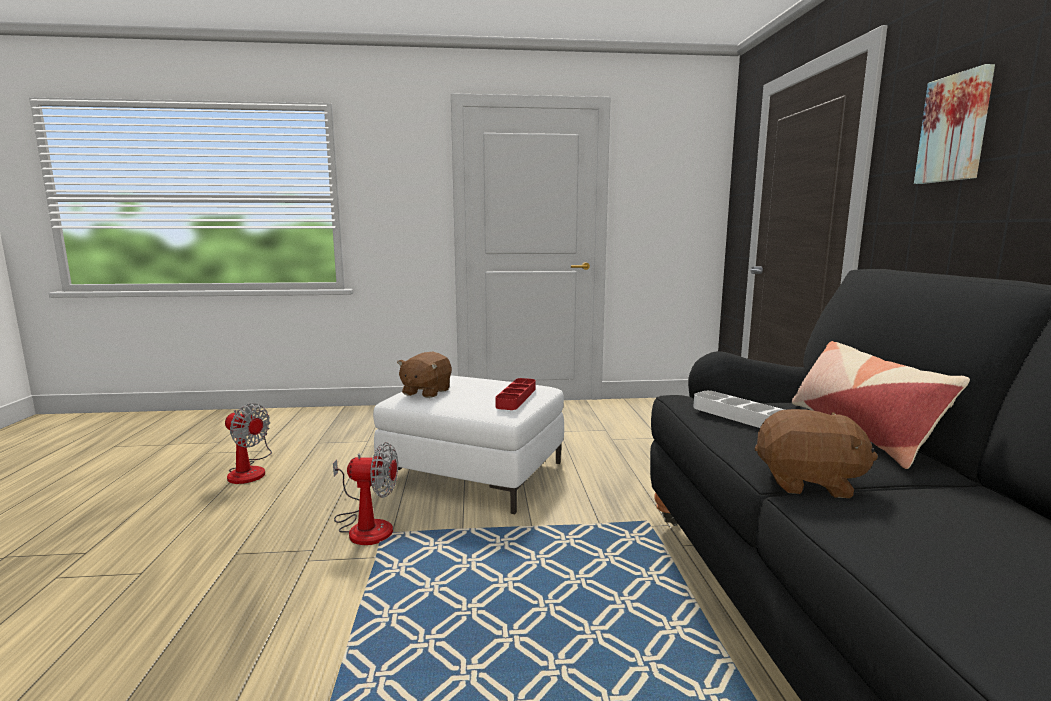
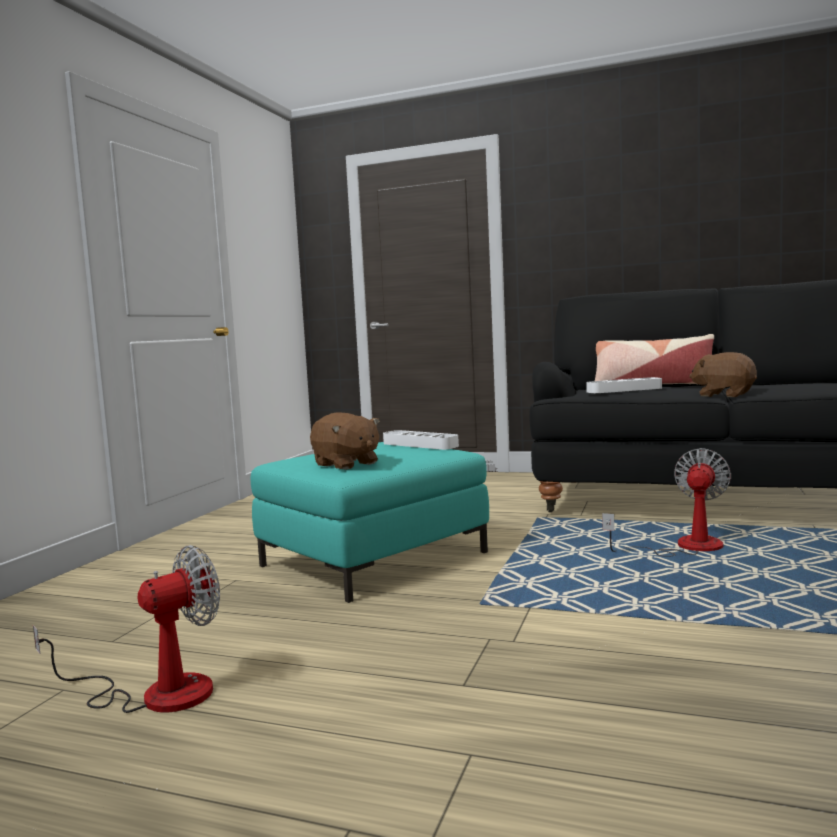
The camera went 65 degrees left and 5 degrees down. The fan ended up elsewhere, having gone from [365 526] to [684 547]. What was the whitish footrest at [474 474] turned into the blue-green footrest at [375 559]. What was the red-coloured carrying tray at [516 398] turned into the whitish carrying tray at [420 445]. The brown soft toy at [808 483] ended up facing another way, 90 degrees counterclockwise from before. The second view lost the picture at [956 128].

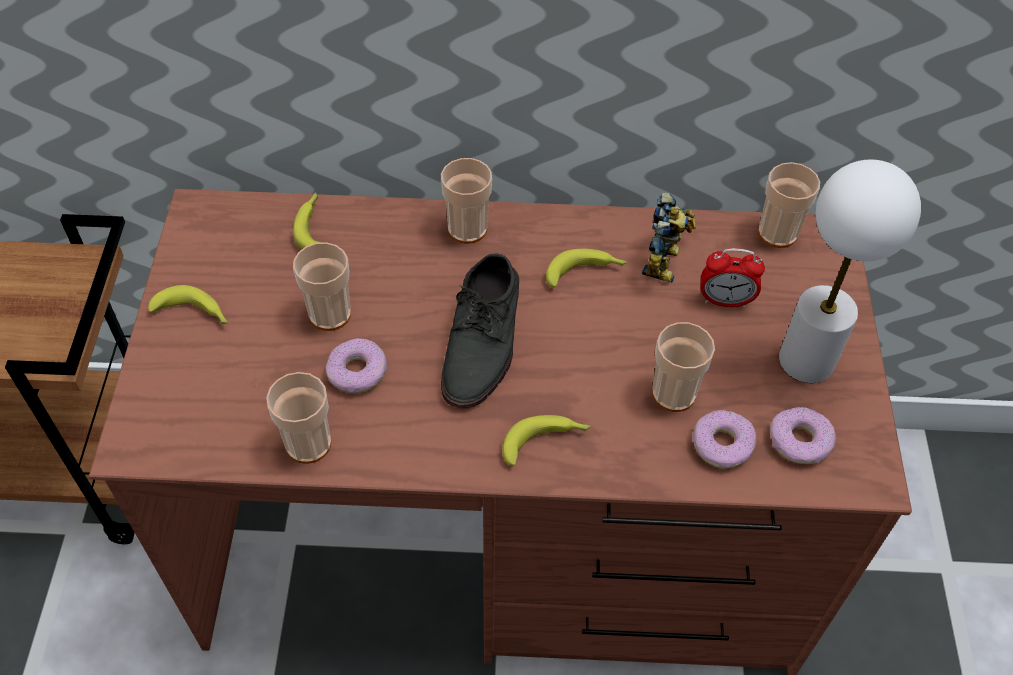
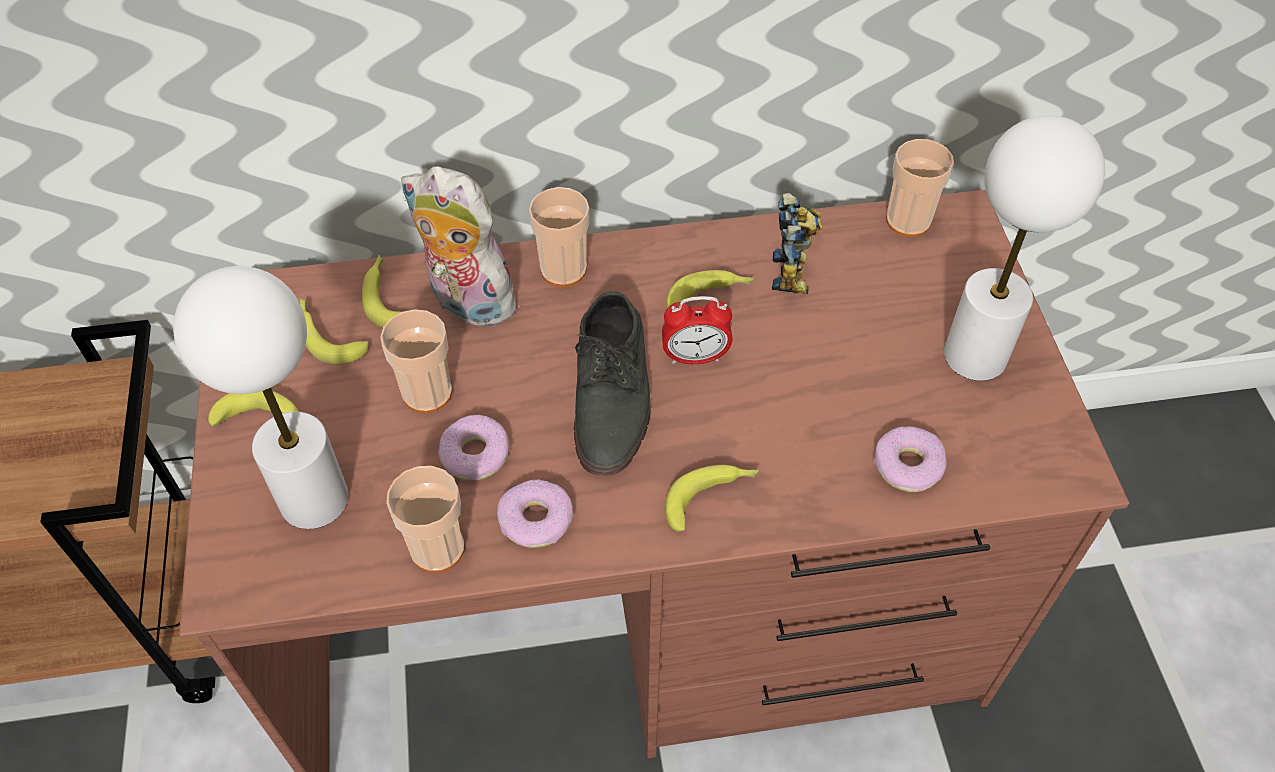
The camera went 10 degrees left and 0 degrees up. The second view lost the small cup at [673 393]. The bedside clock ended up elsewhere, having gone from [725 301] to [695 357]. The doughnut ended up elsewhere, having gone from [800 441] to [536 520]. The second view gained the whitish table lamp at [315 499]. The second view gained the banana fruit at [327 335]. The second view gained the soft toy at [466 303].

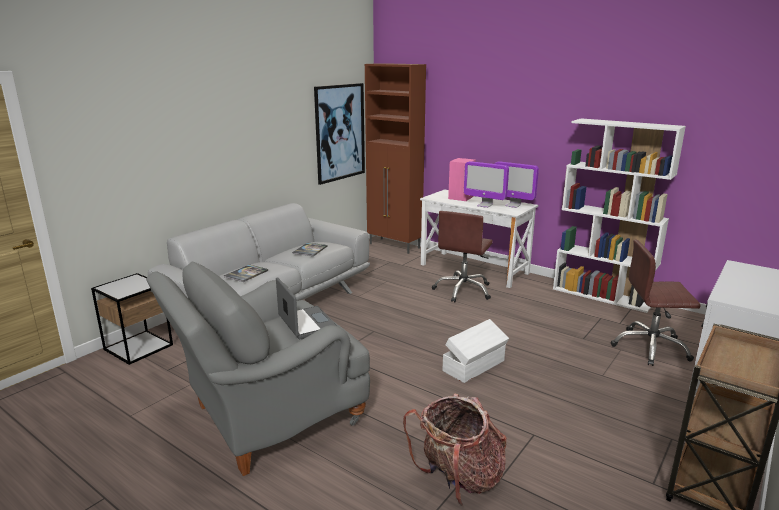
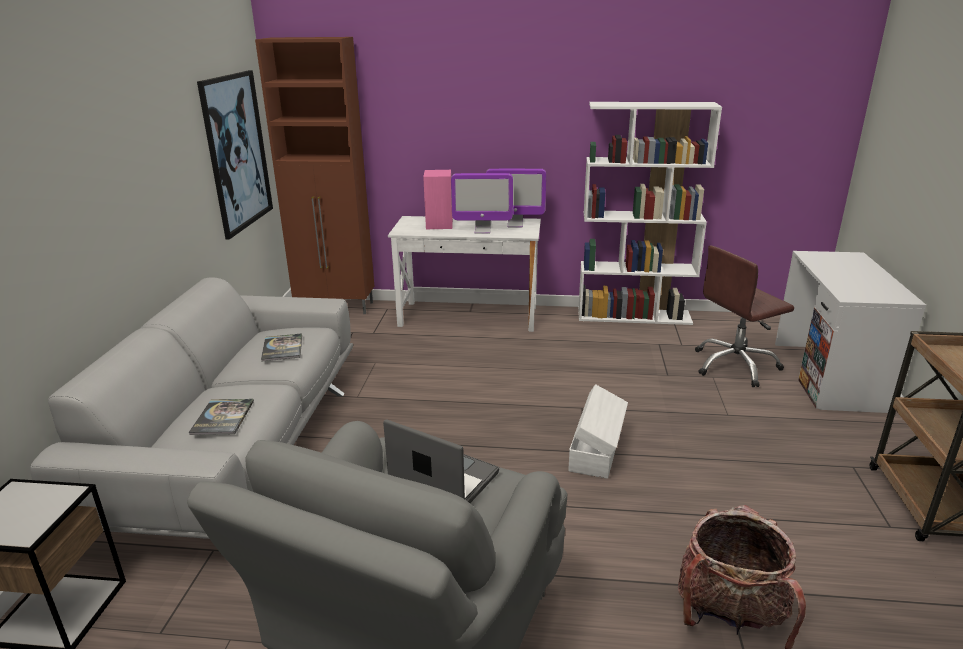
The camera went 30 degrees left and 5 degrees up. The second view lost the brown office chair at [463 290].

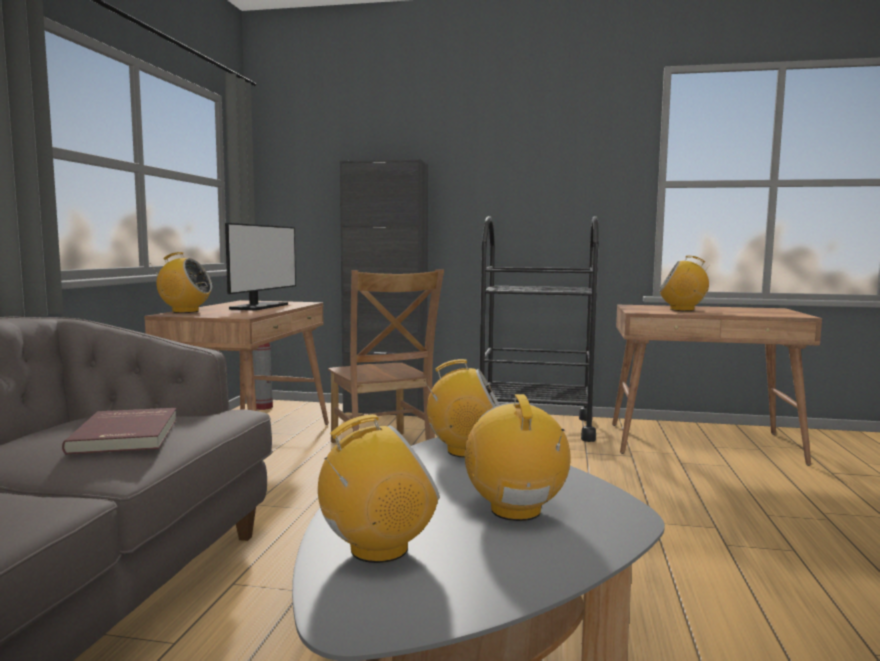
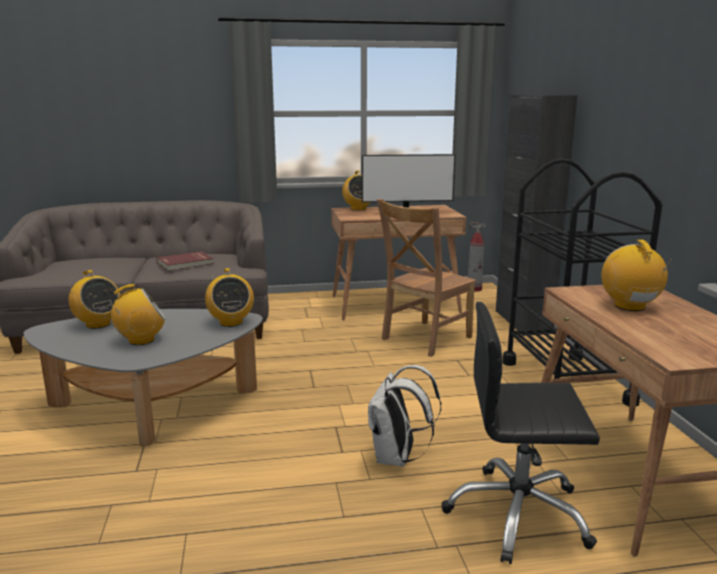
The camera went 70 degrees right and 10 degrees up. The second view gained the whitish knapsack at [397 458]. The second view gained the black office chair at [517 514].

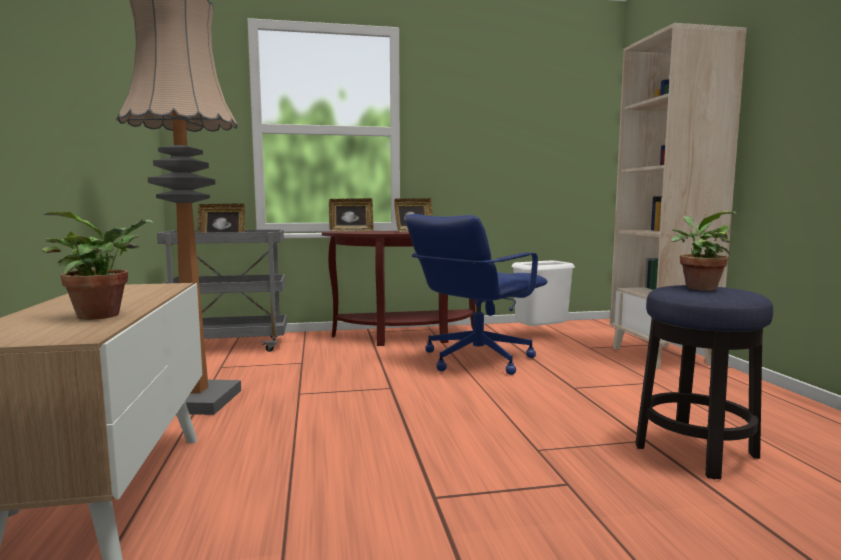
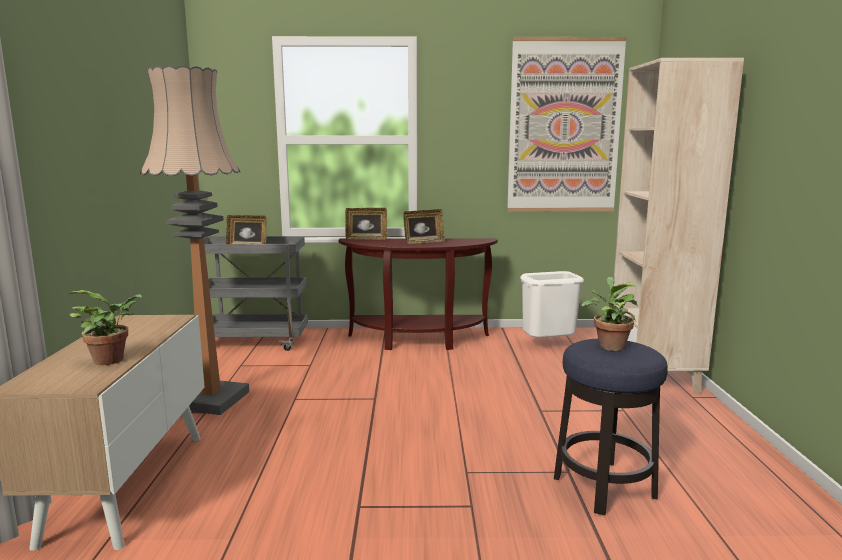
The camera went 10 degrees right and 5 degrees up. The second view lost the blue-coloured office chair at [475 359]. The second view gained the picture at [564 126].

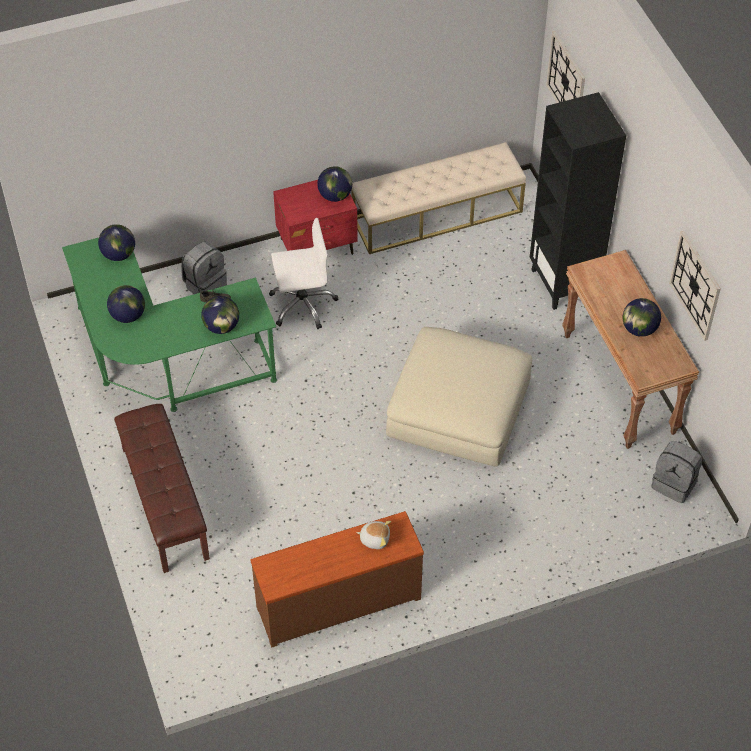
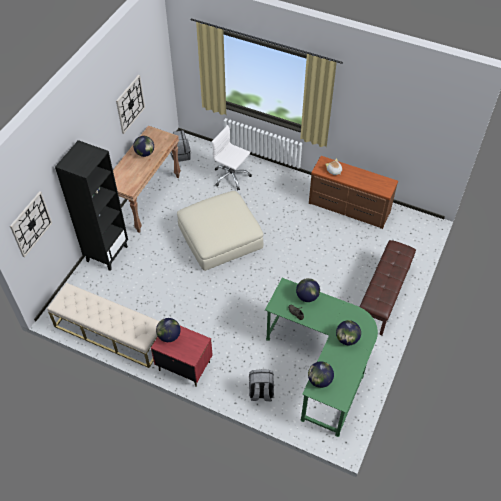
The camera went 135 degrees left and 0 degrees up. The whitish office chair ended up elsewhere, having gone from [302 304] to [231 177].

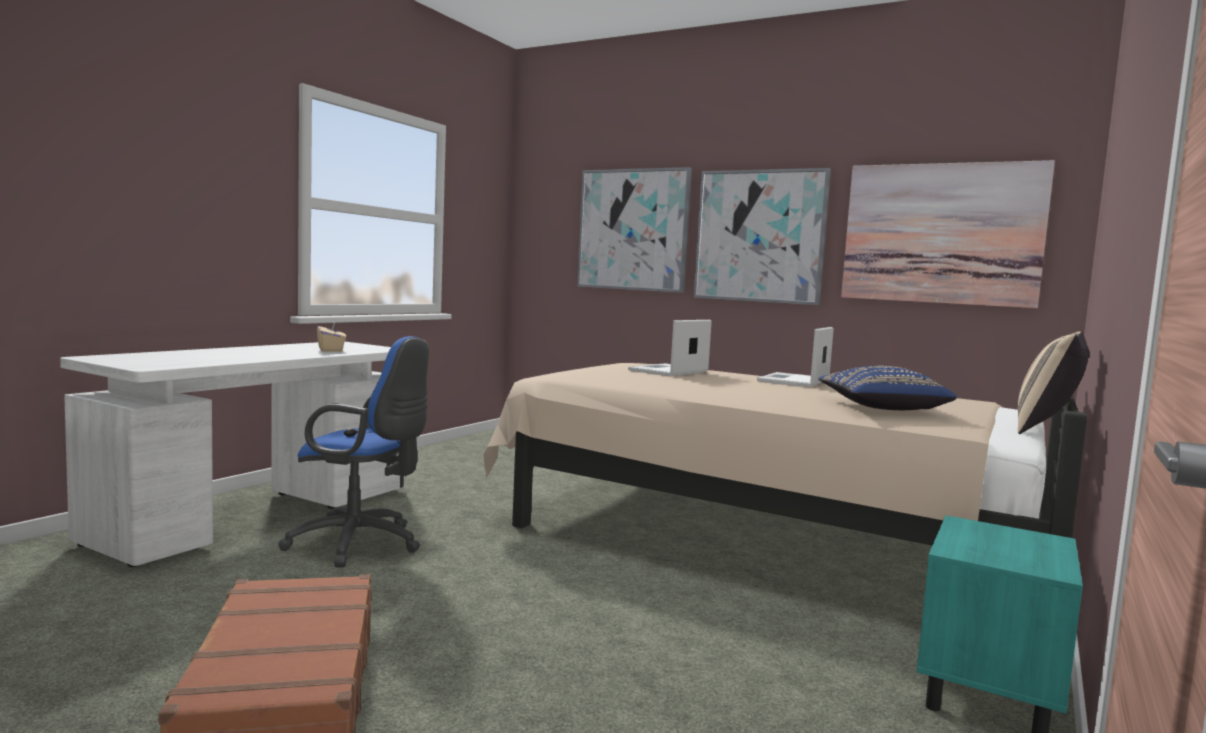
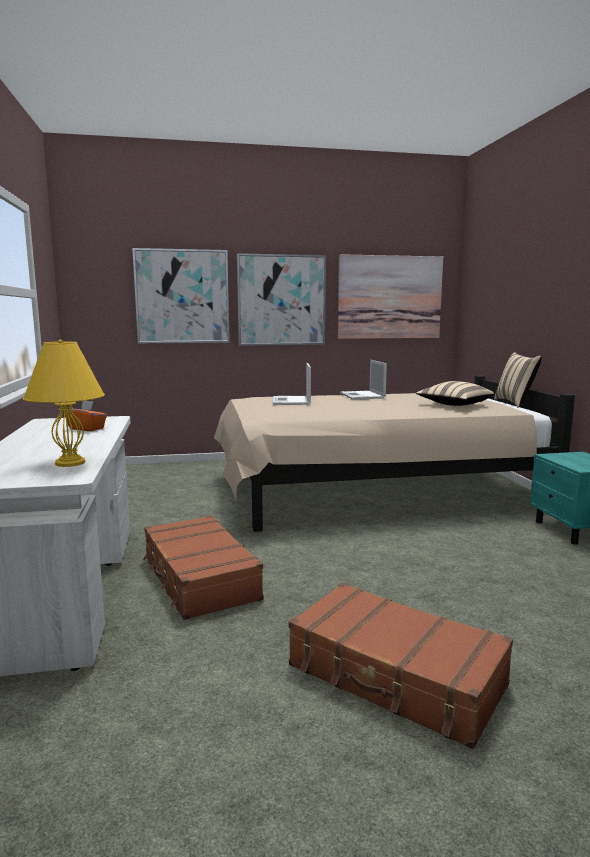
The camera went 40 degrees left and 5 degrees up. Where the blue-coloured office chair stood at [361 544], the brown suitcase came to stand at [199 579]. What was the beige-coloured tissue box at [331 350] turned into the orange tissue box at [87 428]. What was the blue-coloured throw pillow at [881 408] turned into the beige-coloured throw pillow at [454 405]. The second view gained the yellow-coloured table lamp at [69 463].

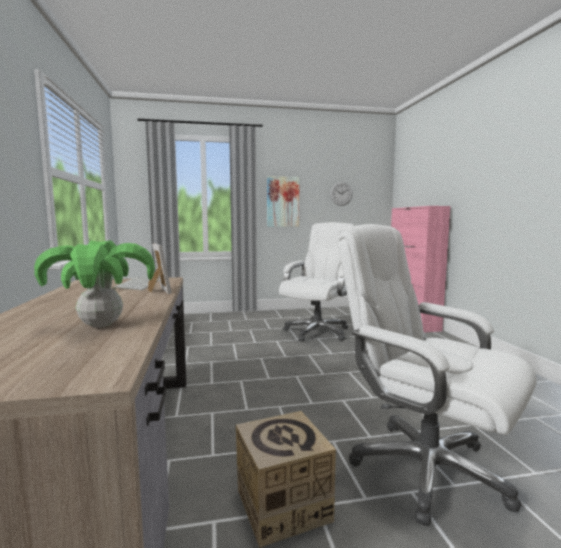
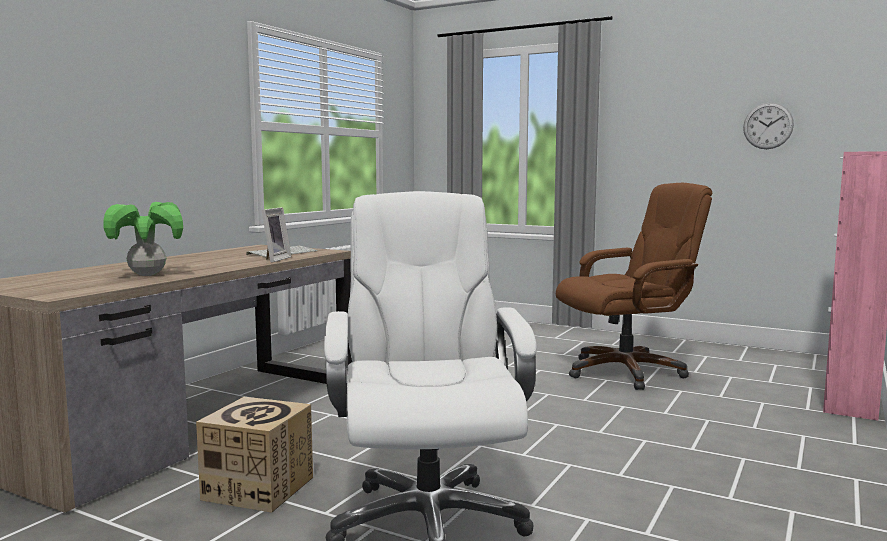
The camera went 40 degrees right and 0 degrees up. The second view lost the picture at [282 202]. What was the whitish office chair at [317 332] turned into the brown office chair at [626 372].

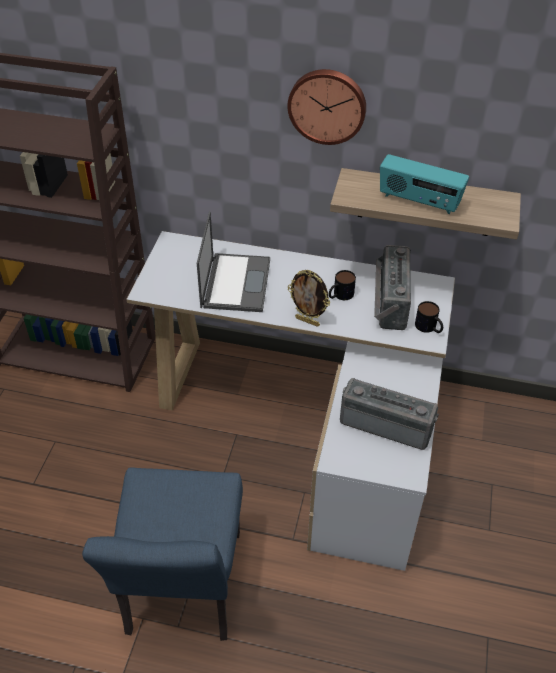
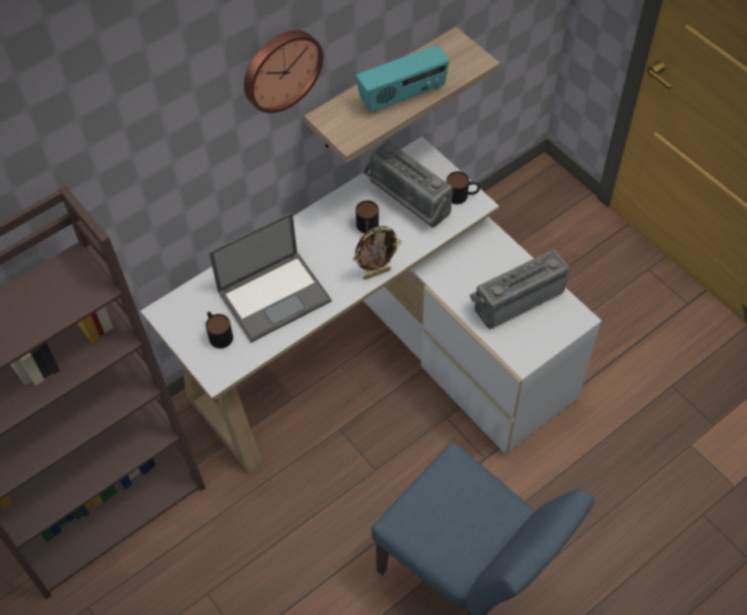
The camera went 50 degrees left and 10 degrees up. The notebook computer at [235 282] ended up facing another way, 105 degrees clockwise from before. The second view gained the coffee mug at [218 333].

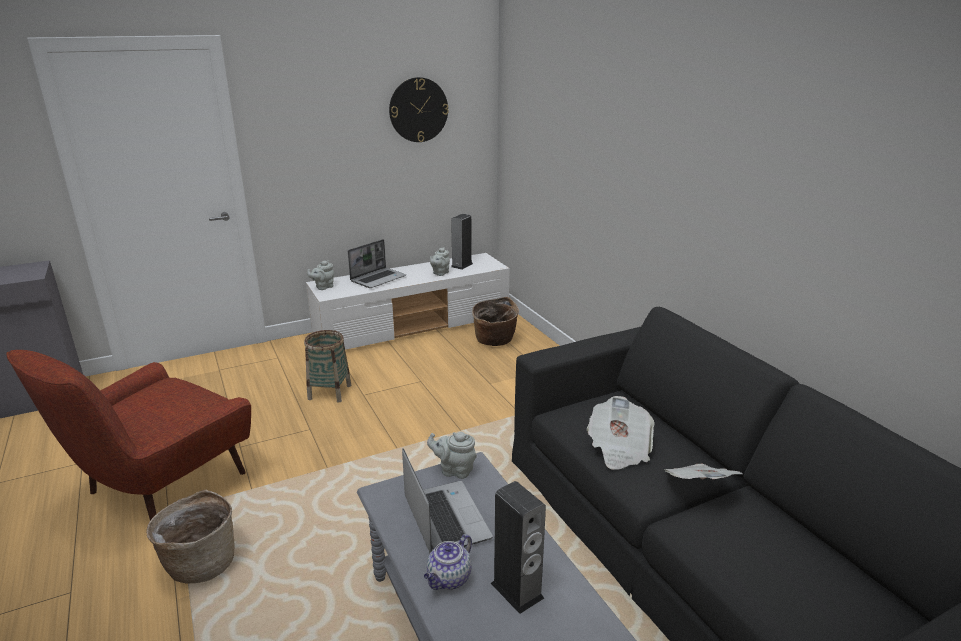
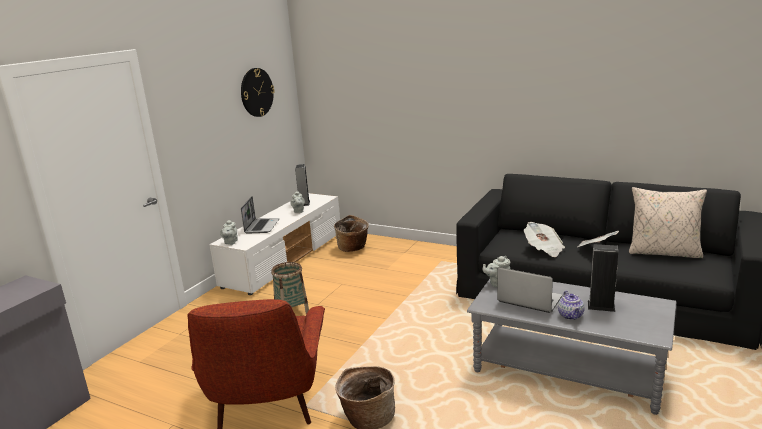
The camera went 35 degrees left and 5 degrees down. The second view gained the beige-coloured throw pillow at [663 252].

